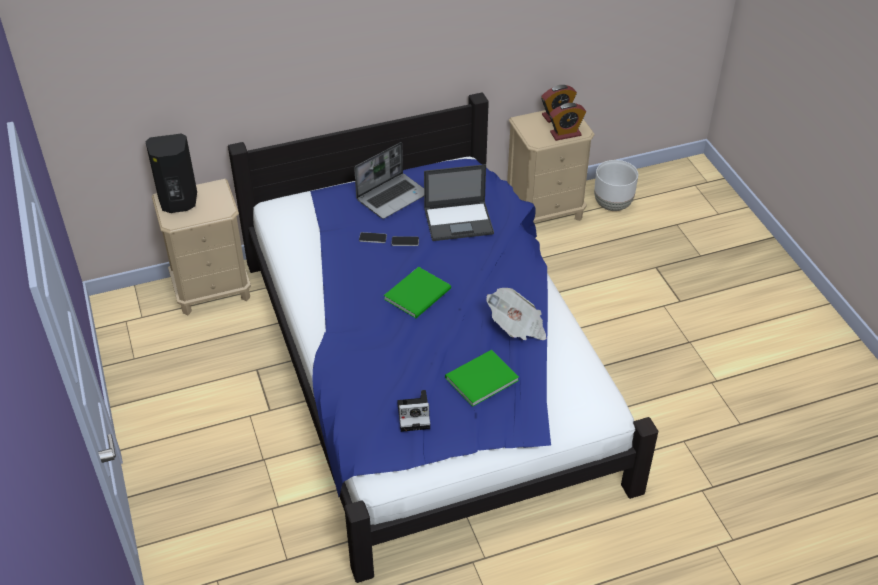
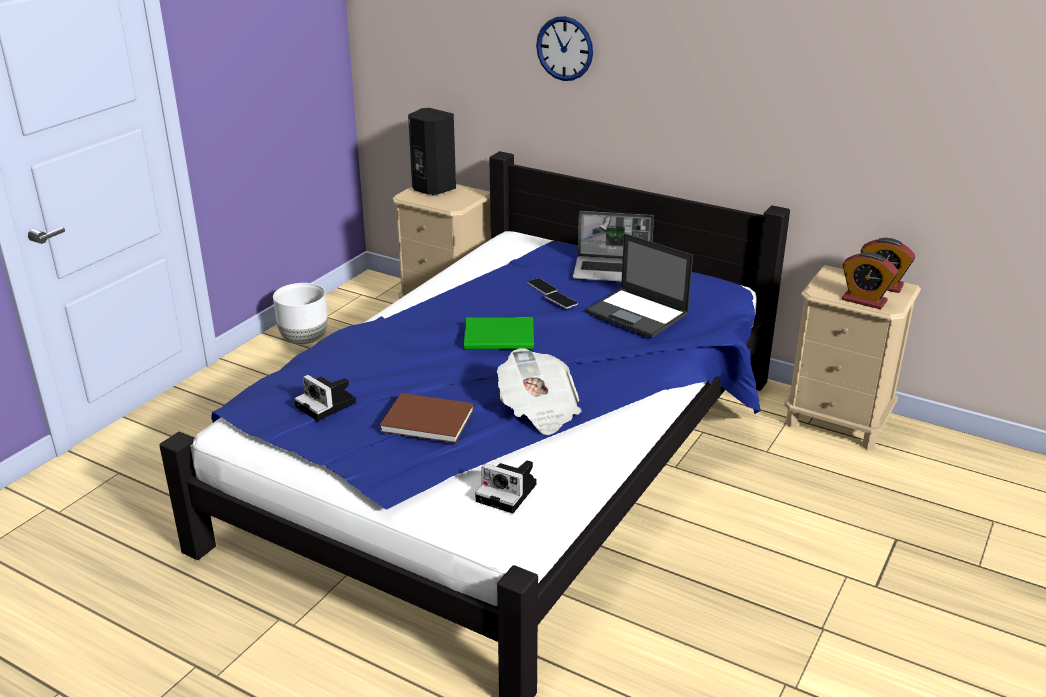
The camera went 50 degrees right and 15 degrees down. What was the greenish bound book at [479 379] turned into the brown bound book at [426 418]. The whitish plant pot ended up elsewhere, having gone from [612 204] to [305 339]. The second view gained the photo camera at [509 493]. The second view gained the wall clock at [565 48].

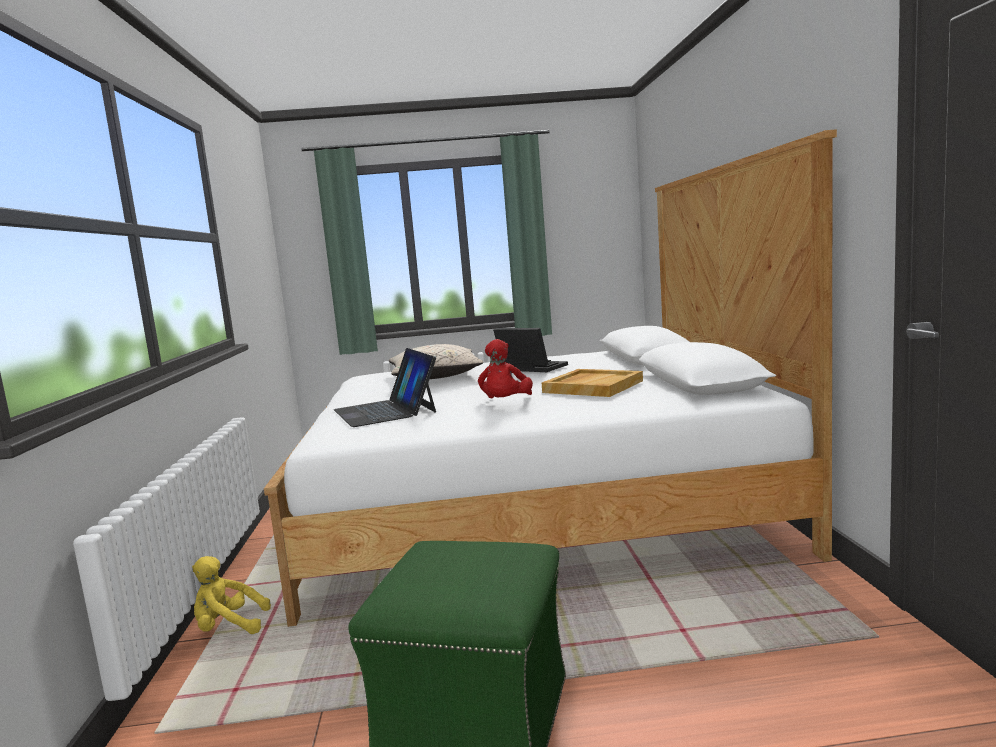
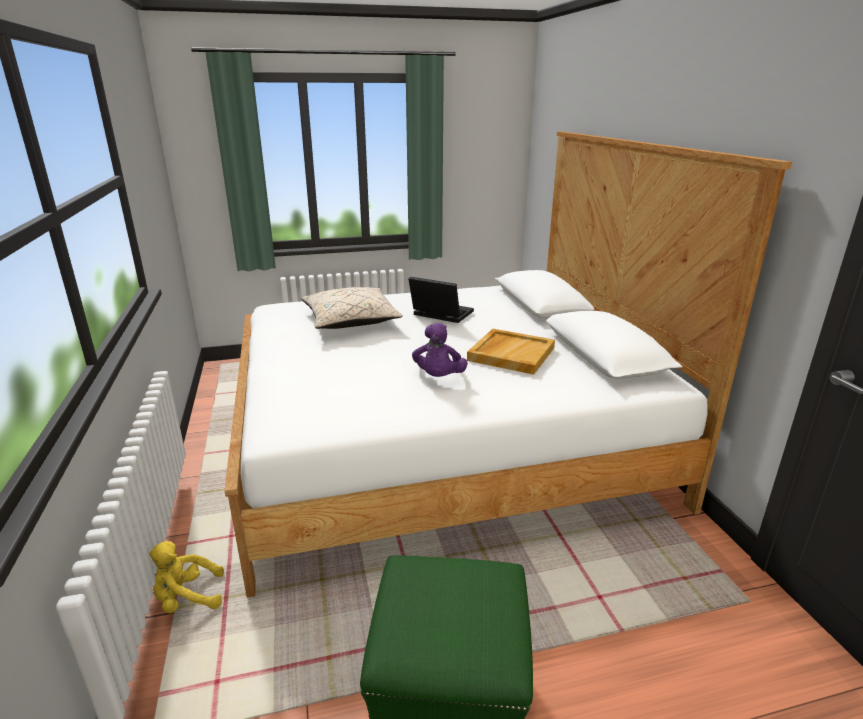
The camera went 10 degrees left and 15 degrees up. The second view lost the notebook computer at [385 411]. What was the red-coloured soft toy at [505 403] turned into the purple soft toy at [438 378].

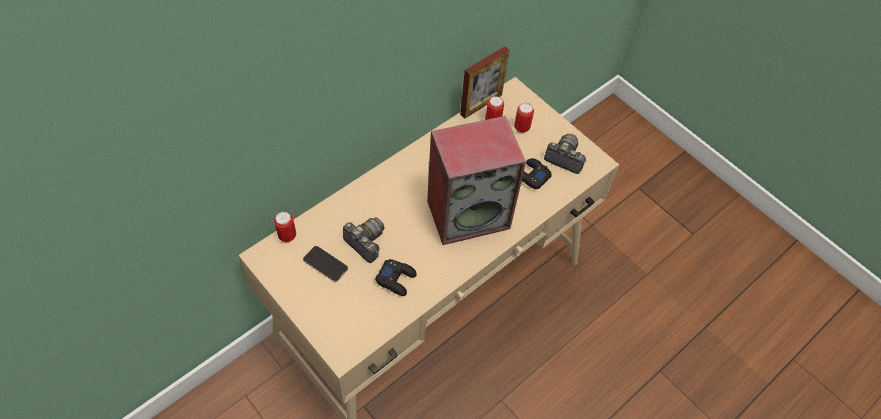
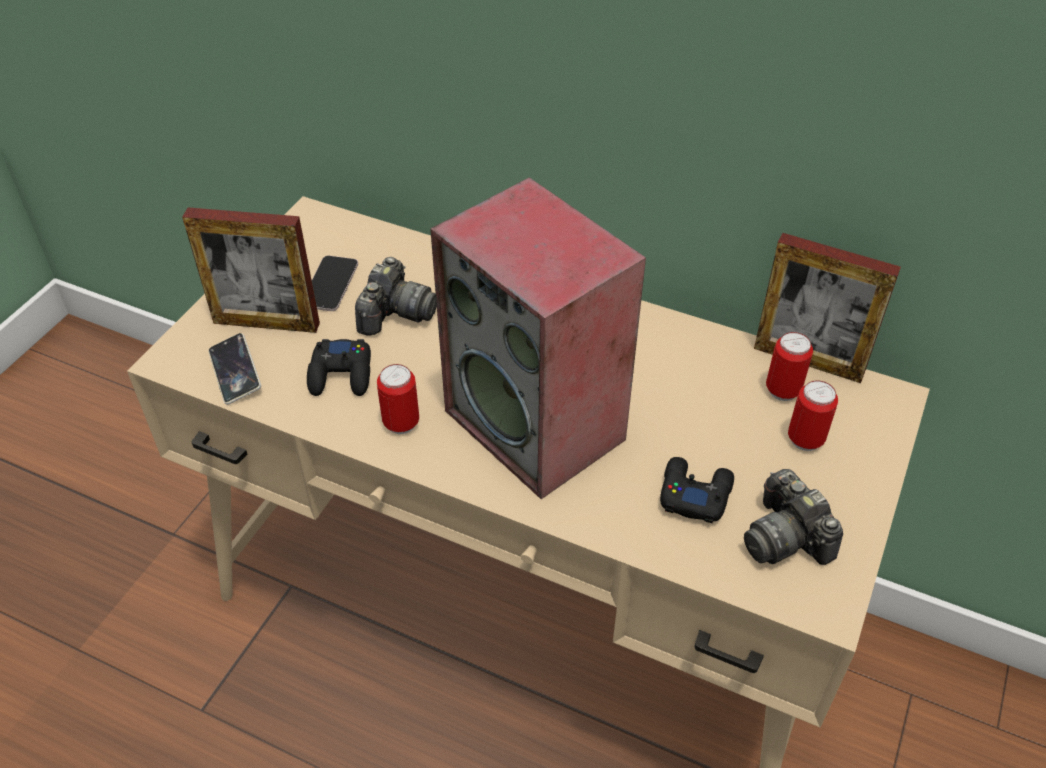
The camera went 70 degrees right and 10 degrees down. The can ended up elsewhere, having gone from [287 236] to [401 423]. The photo camera at [564 158] ended up facing another way, 150 degrees clockwise from before. The second view gained the standing frame at [266 323]. The second view gained the telephone at [235 372].

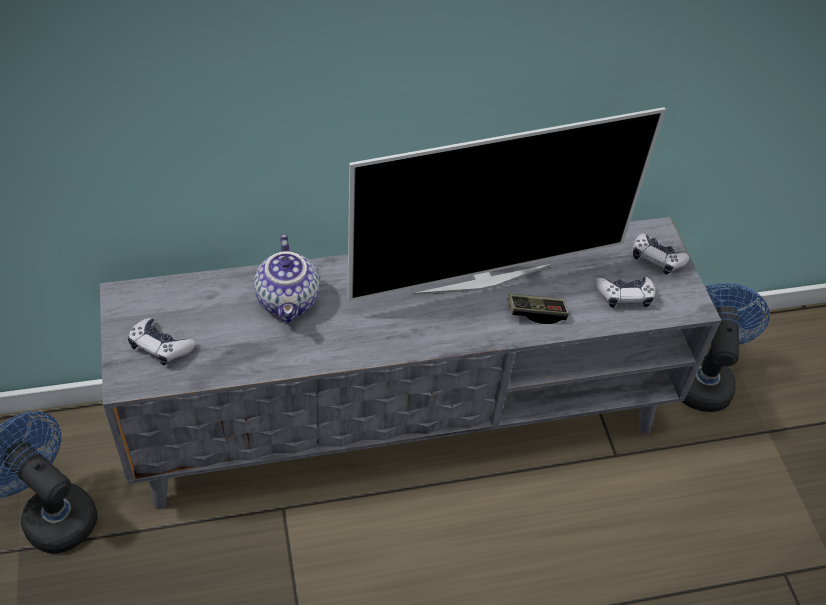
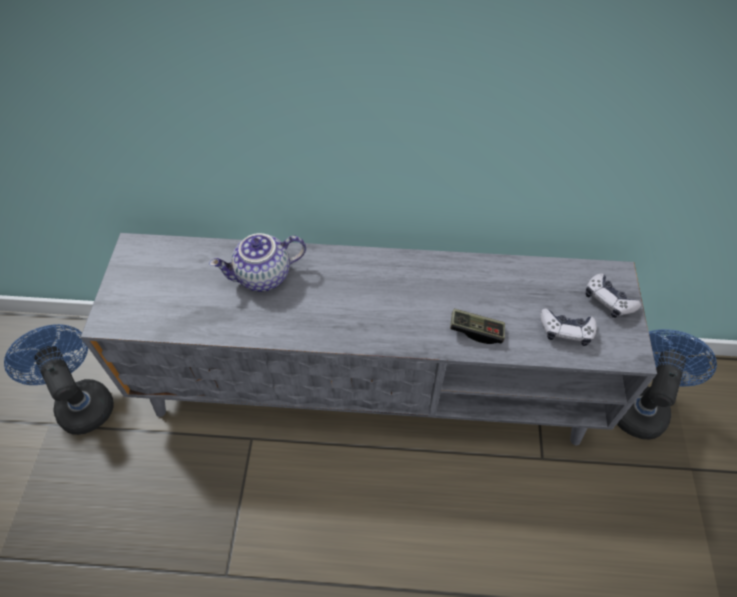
The camera went 20 degrees right and 5 degrees up. The second view lost the game controller at [160 347]. The pot for tea at [289 301] ended up facing another way, 60 degrees clockwise from before. The second view lost the TV set at [482 277].

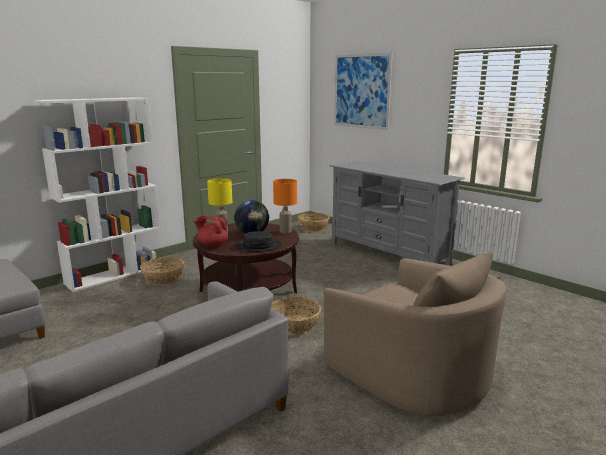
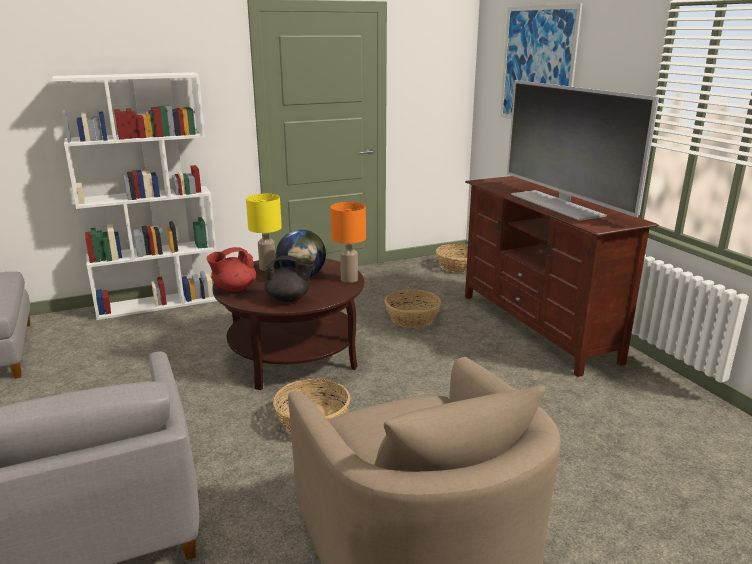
The camera went 20 degrees right and 5 degrees up. The storage basket ended up elsewhere, having gone from [164 278] to [412 319]. The red-coloured pot for tea at [212 245] ended up facing another way, 75 degrees counterclockwise from before. Where the black clothing hat stood at [258 246], the black pot for tea came to stand at [289 299]. What was the gray tv unit at [388 254] turned into the brown tv unit at [537 327]. The second view gained the TV set at [557 204].

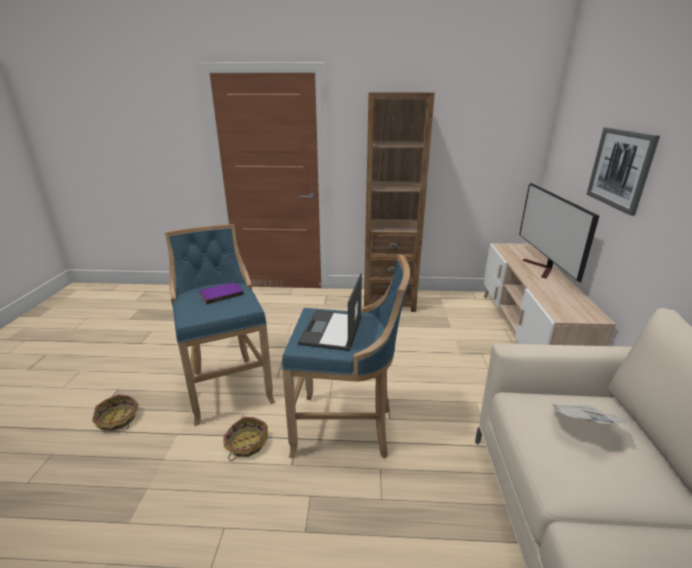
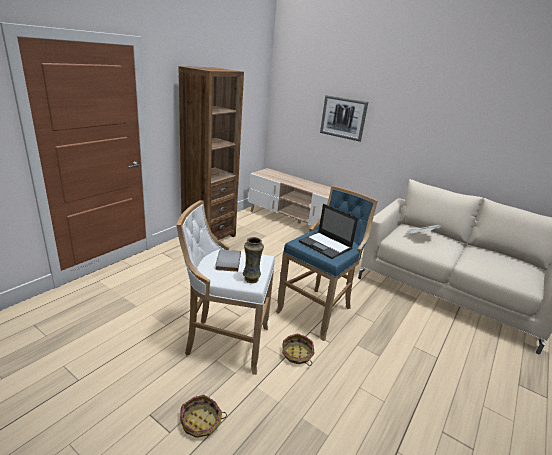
The camera went 60 degrees left and 0 degrees up. What was the blue-coloured stool at [228 386] turned into the whitish stool at [225 342]. What was the purple bound book at [221 294] turned into the gray bound book at [227 261]. The second view lost the TV set at [543 269]. The second view gained the vase at [251 279].

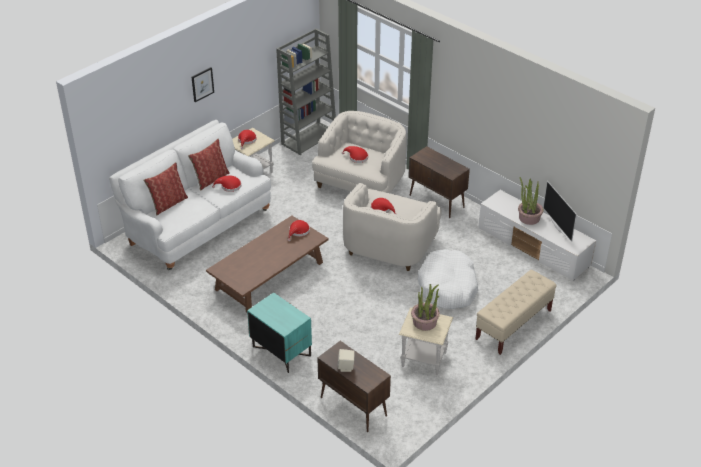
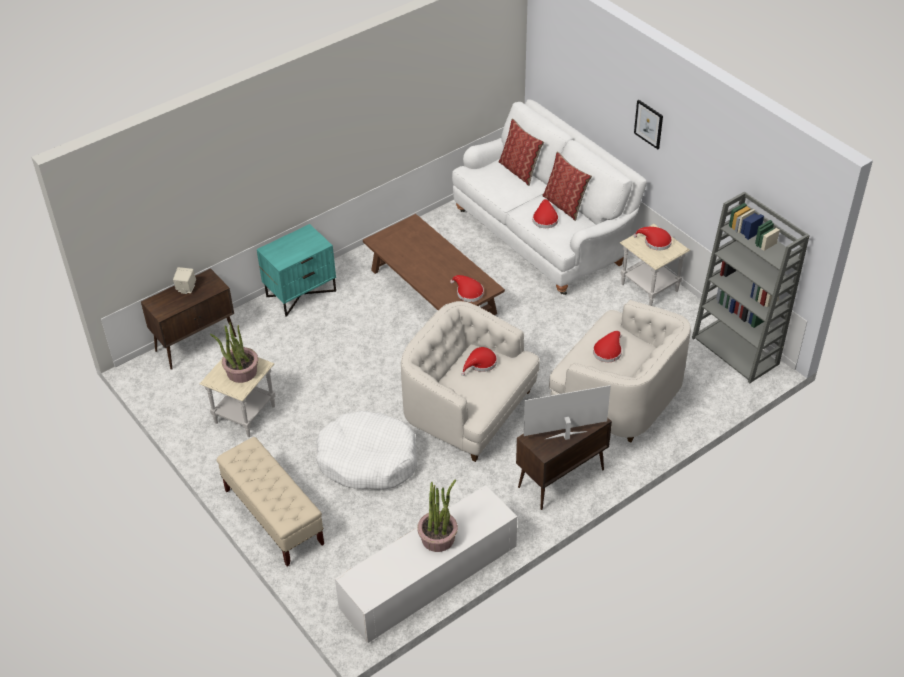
The camera went 100 degrees right and 5 degrees up. The TV set ended up elsewhere, having gone from [558 227] to [566 436].

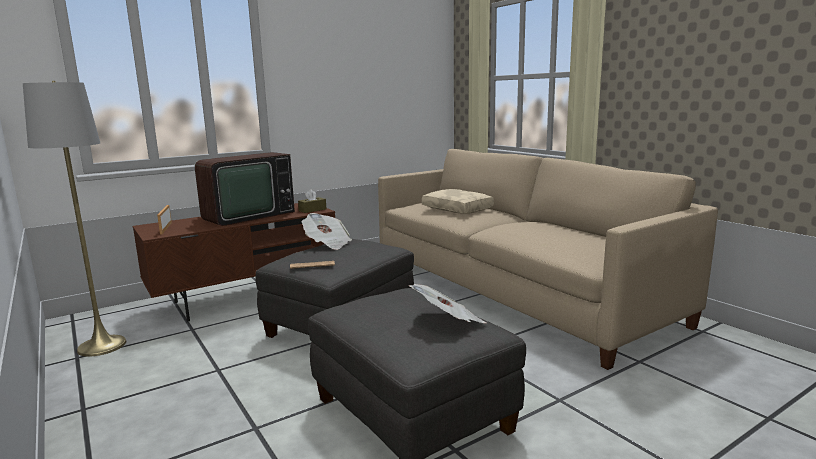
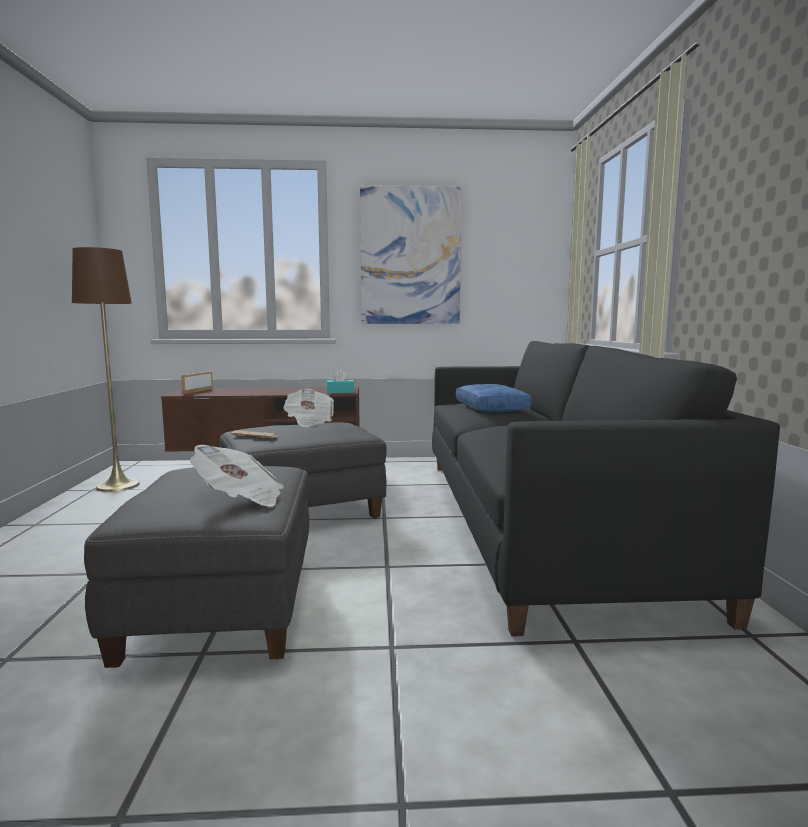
The camera went 30 degrees right and 5 degrees down. What was the gray standard lamp at [102 346] turned into the brown standard lamp at [118 485]. The second view lost the TV set at [245 216]. What was the brown tissue box at [312 210] turned into the blue-green tissue box at [340 392]. What was the beige-coloured sofa at [513 290] turned into the black sofa at [537 520]. What was the beige-coloured throw pillow at [458 209] turned into the blue-coloured throw pillow at [492 408]. The second view gained the picture at [410 256].

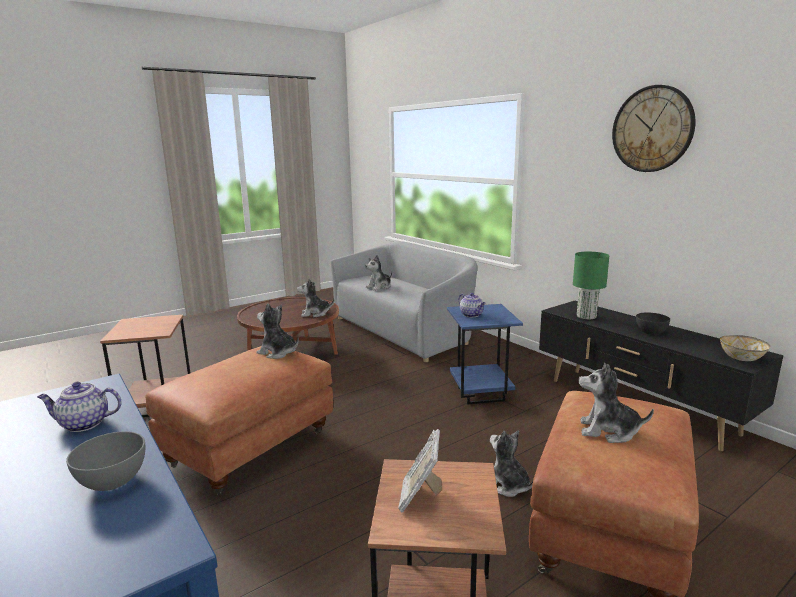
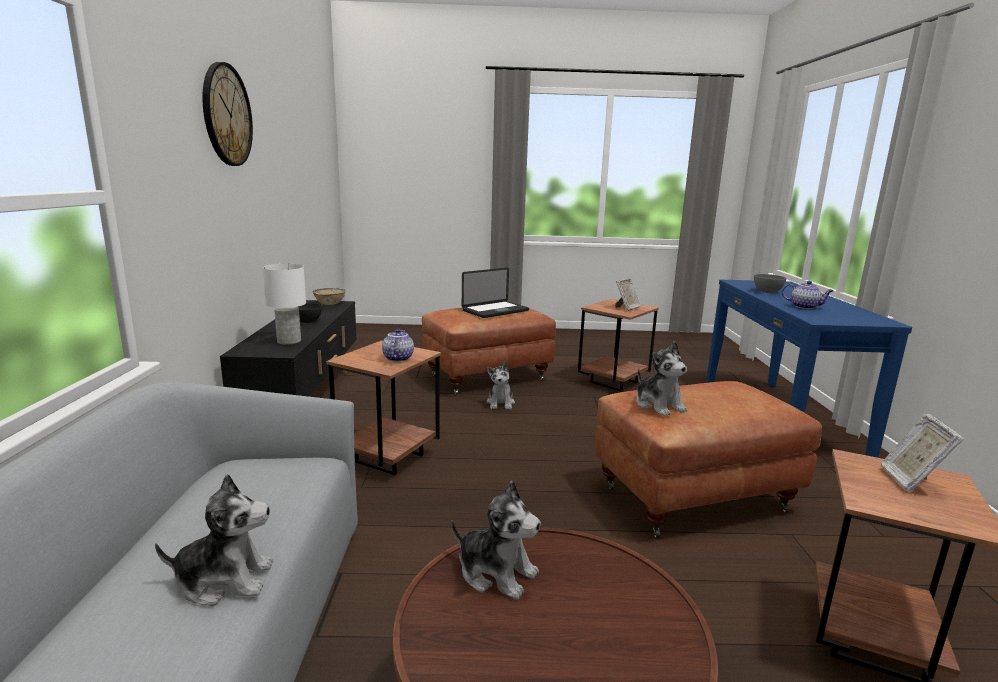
The camera went 145 degrees left and 0 degrees up. What was the blue-coloured end table at [481 394] turned into the brown end table at [387 459]. What was the greenish table lamp at [586 316] turned into the whitish table lamp at [289 341]. Where the soft toy stood at [608 431], the notebook computer came to stand at [495 311]. The second view gained the standing frame at [910 480].

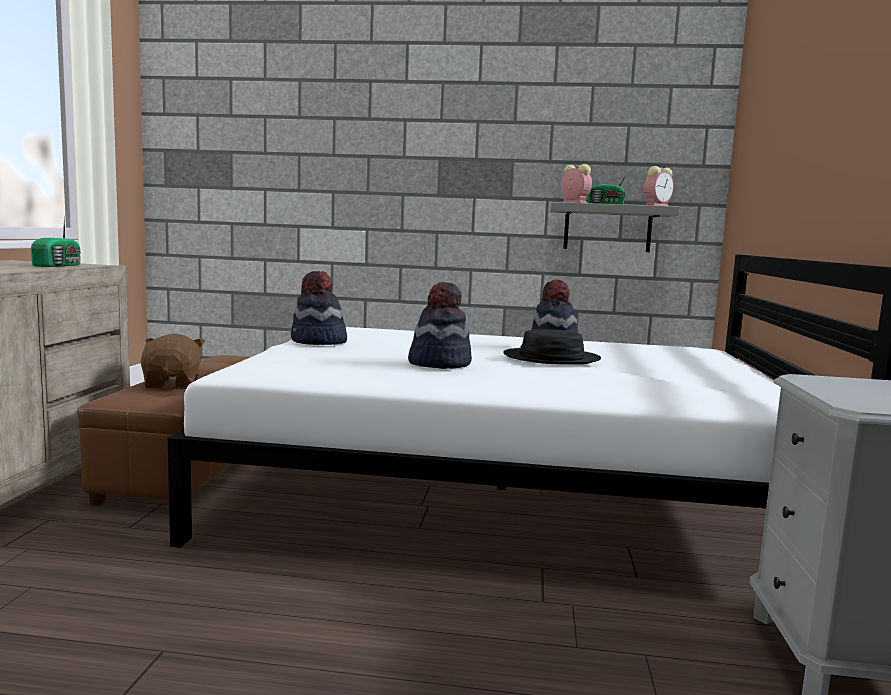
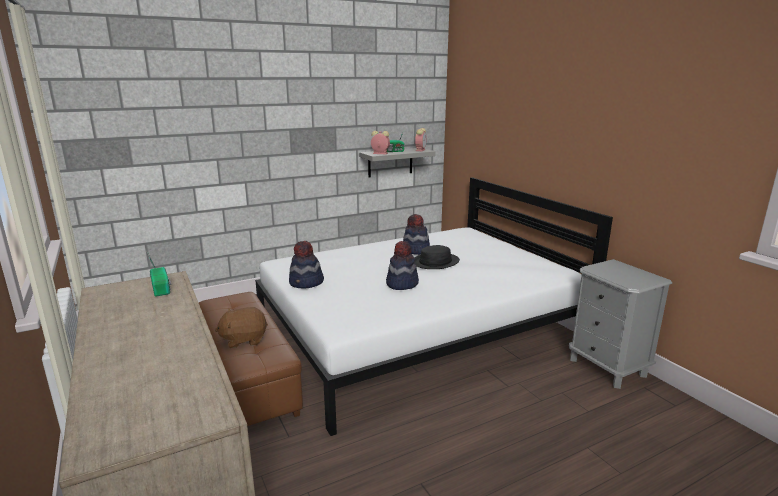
The camera went 35 degrees left and 10 degrees up. The brown soft toy at [173 384] ended up facing another way, 60 degrees counterclockwise from before.

